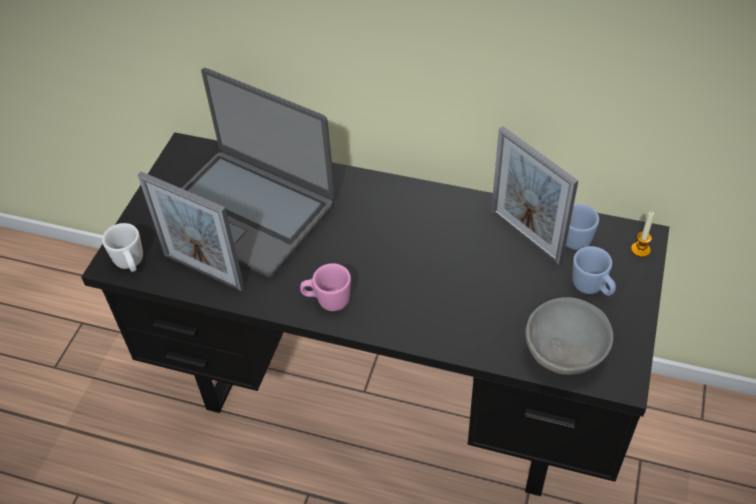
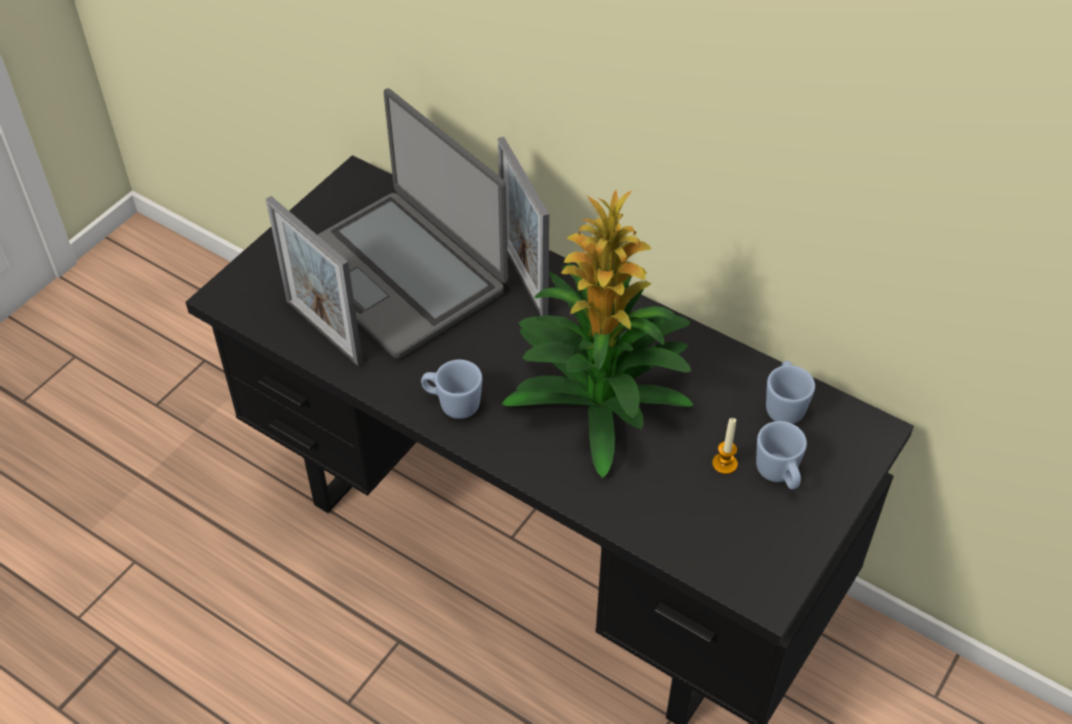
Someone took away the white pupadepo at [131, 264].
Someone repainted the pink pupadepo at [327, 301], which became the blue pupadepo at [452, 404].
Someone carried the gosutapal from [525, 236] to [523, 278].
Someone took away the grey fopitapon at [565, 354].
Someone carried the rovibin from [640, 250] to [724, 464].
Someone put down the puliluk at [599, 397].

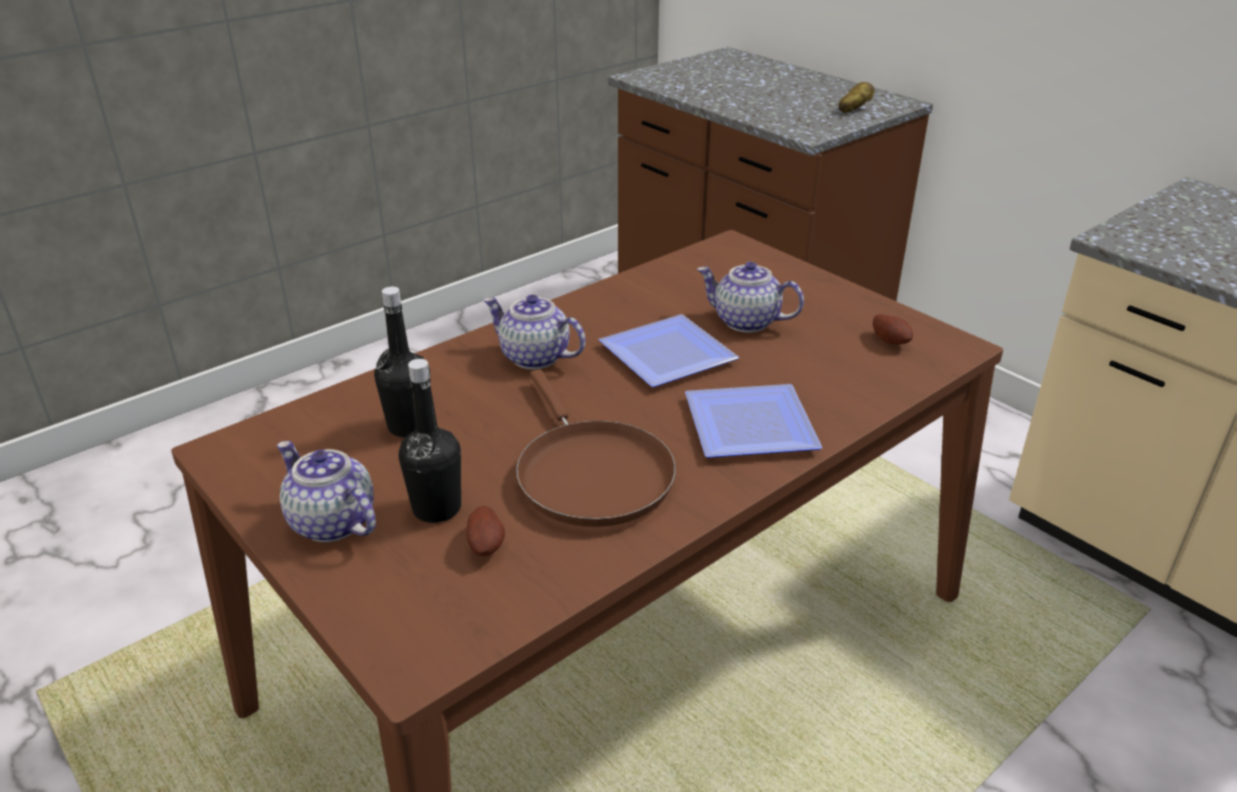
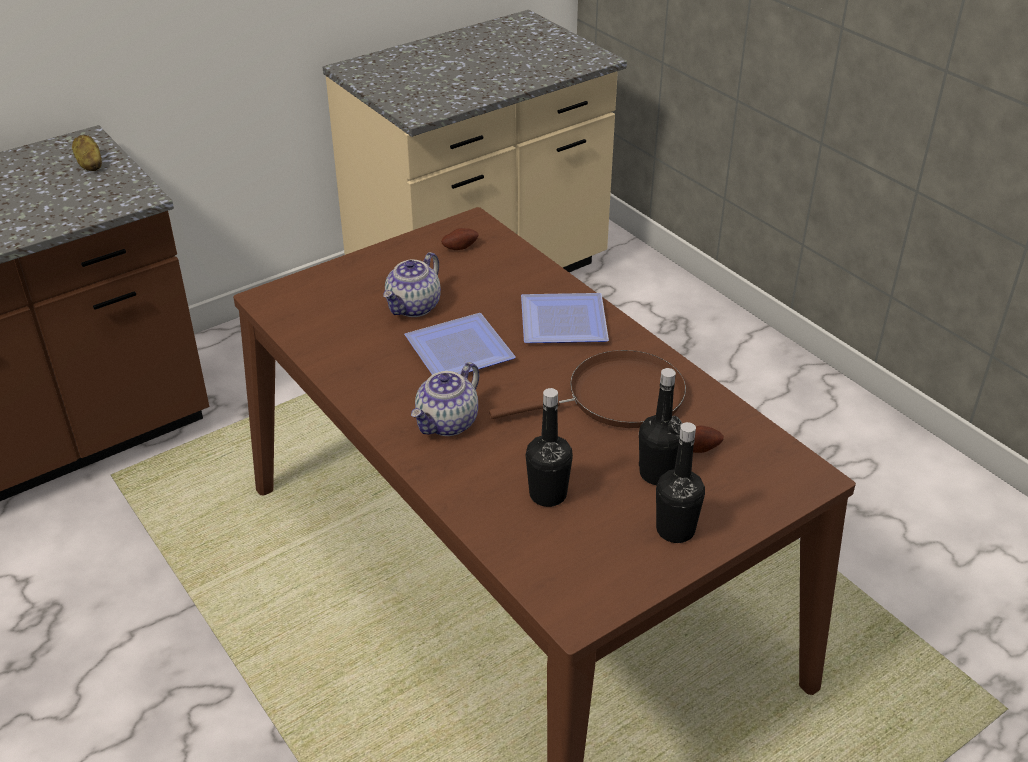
Someone swapped the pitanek at [331, 522] for the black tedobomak at [675, 530].

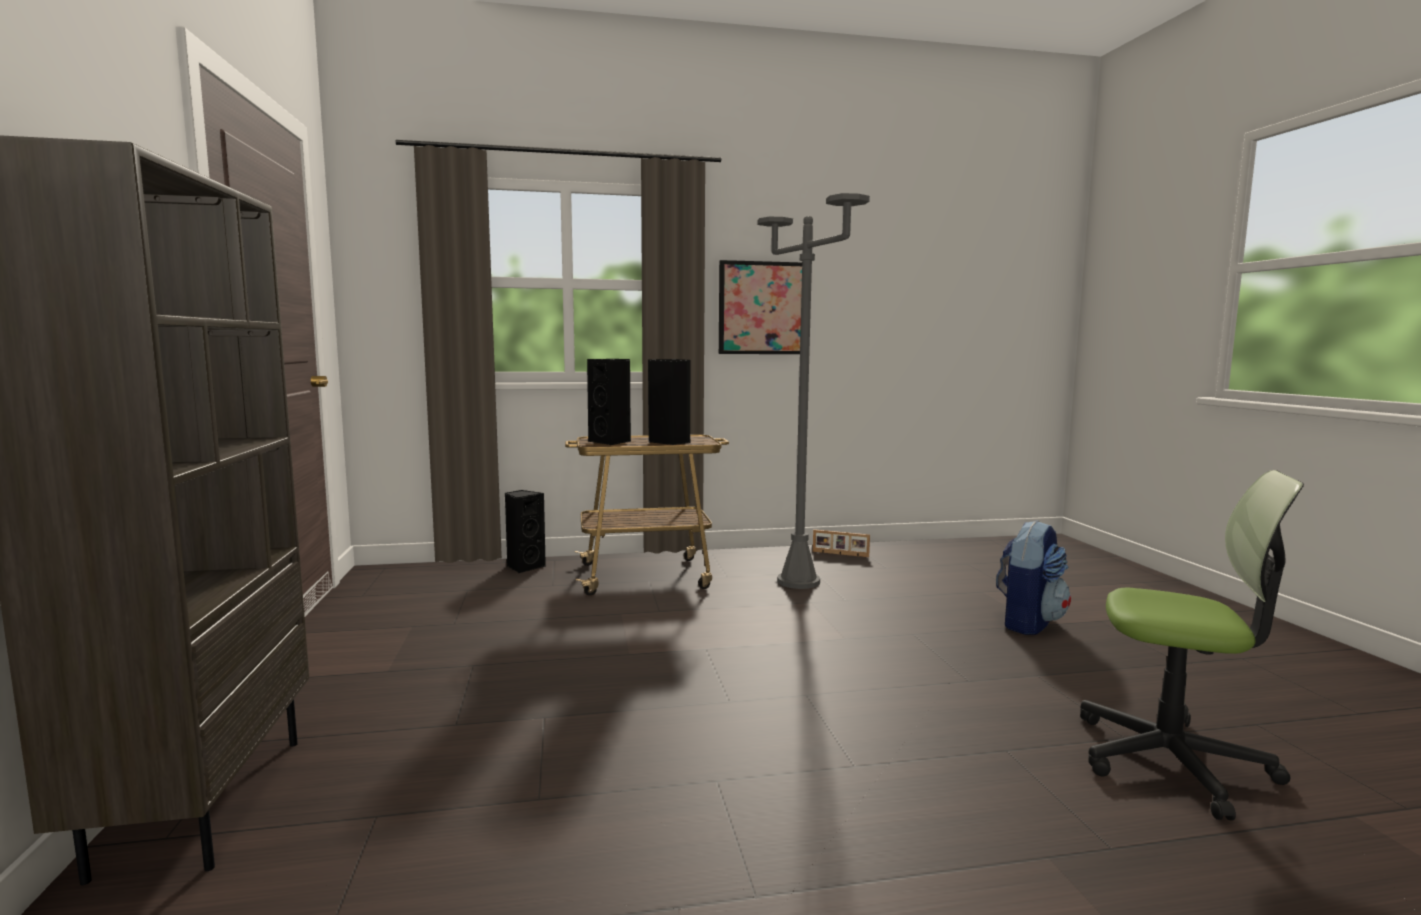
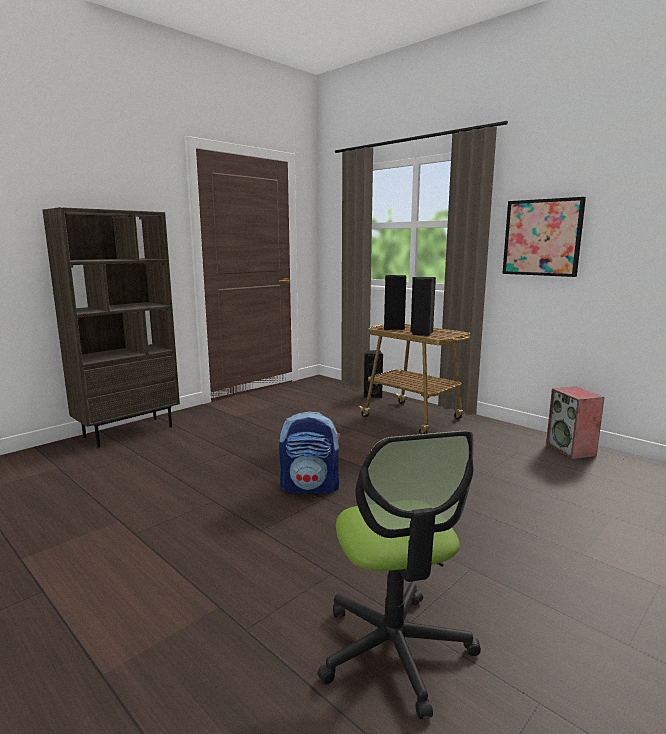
Someone took away the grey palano at [798, 582].
Someone swapped the gosutapal at [840, 554] for the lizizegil at [571, 450].
Someone carried the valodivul from [1028, 622] to [310, 487].

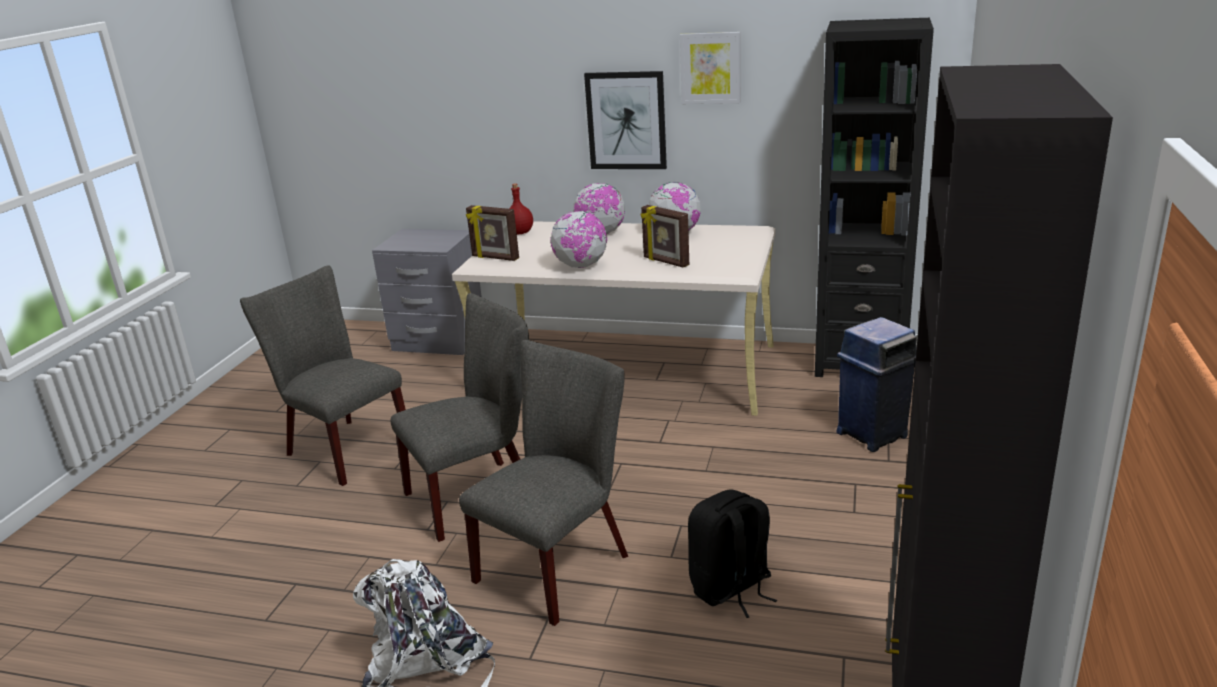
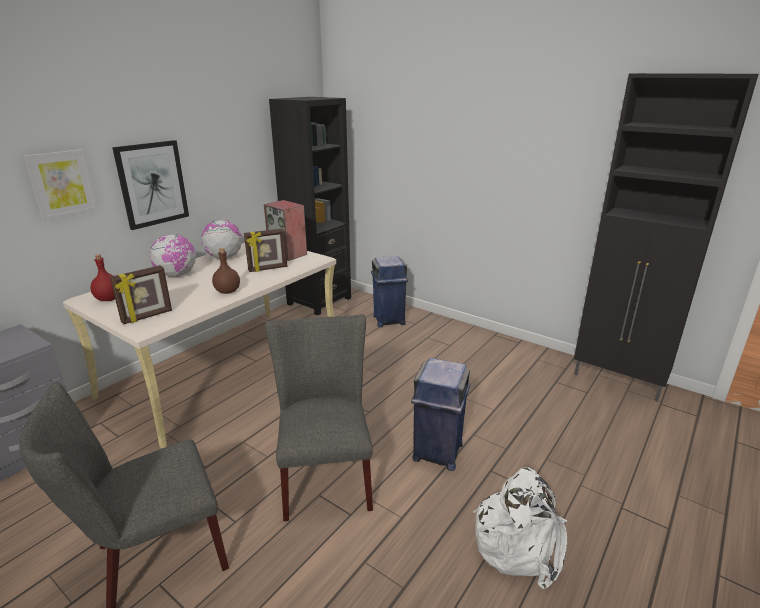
Someone swapped the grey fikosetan at [559, 563] for the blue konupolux at [437, 452].
Someone swapped the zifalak at [581, 266] for the brown tedobomak at [228, 291].
Someone carried the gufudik from [710, 68] to [61, 183].
Someone took away the black valodivul at [731, 589].
Someone put down the lizizegil at [288, 254].

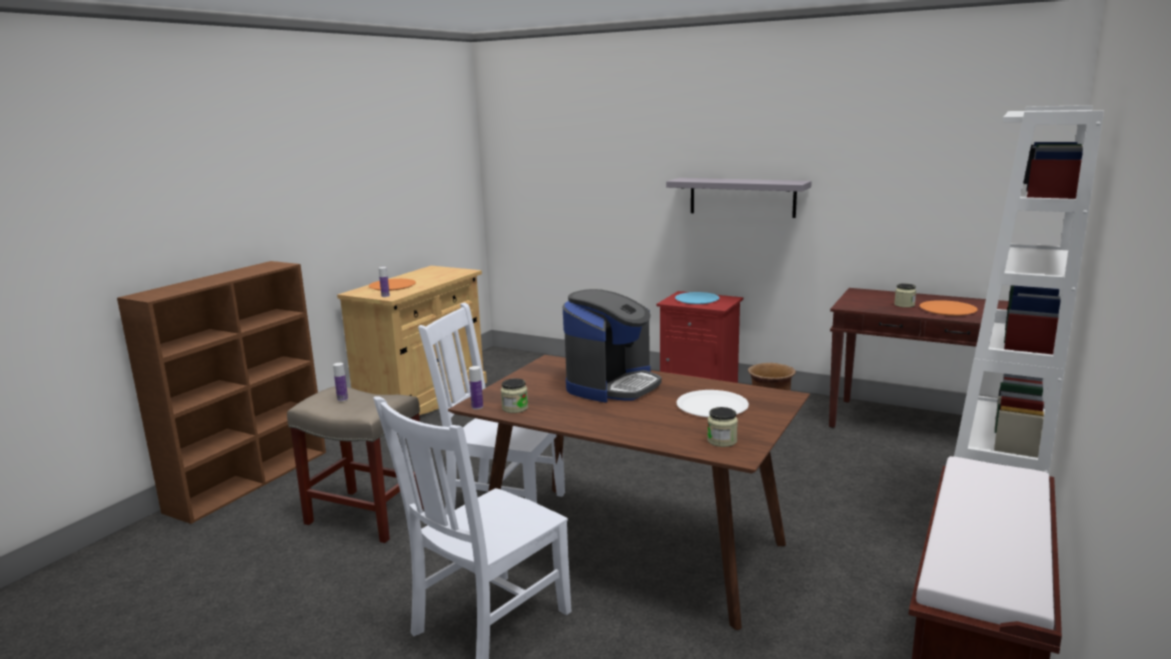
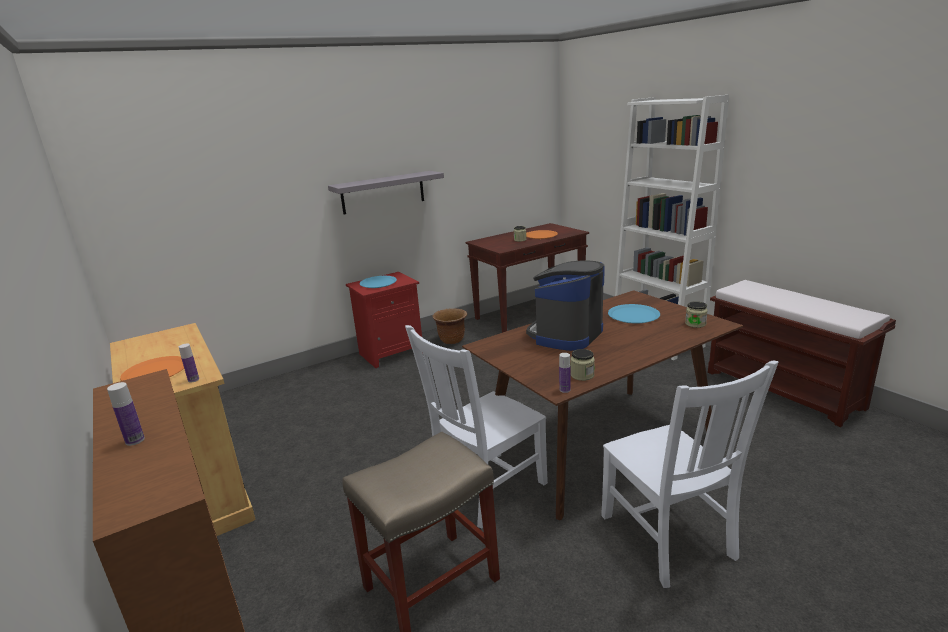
Someone carried the tedobomak from [342, 399] to [135, 440].
Someone rotated the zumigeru at [612, 385] by 120 degrees counterclockwise.
Someone repainted the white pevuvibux at [712, 405], which became the blue pevuvibux at [633, 315].

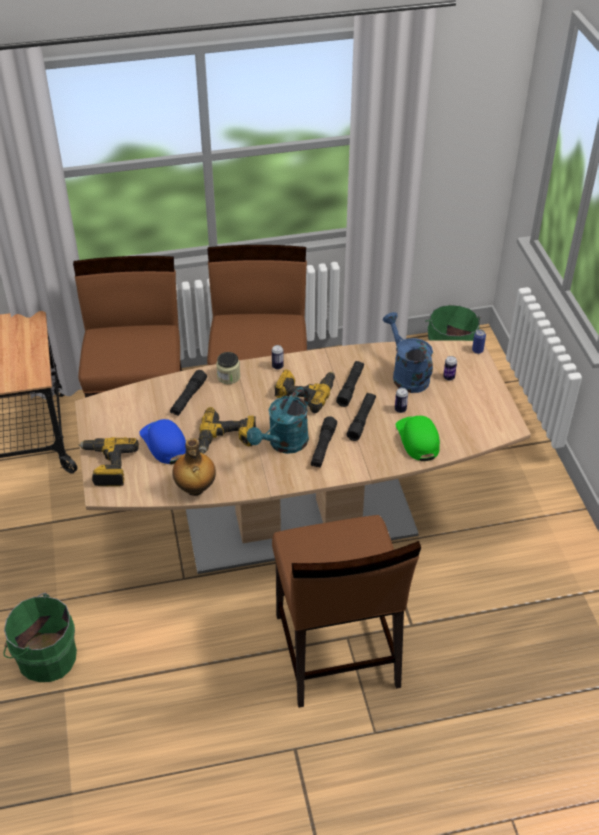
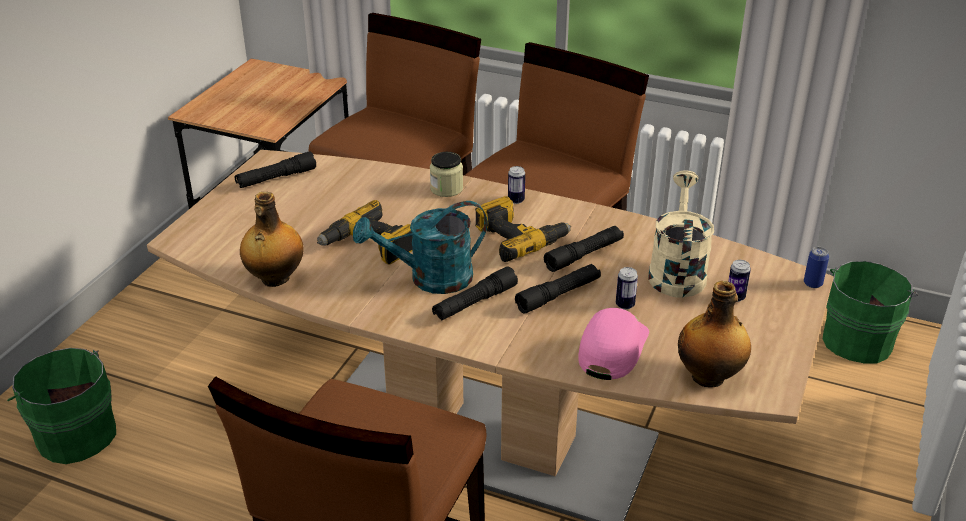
Someone took away the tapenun at [107, 466].
Someone took away the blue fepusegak at [164, 443].
Someone carried the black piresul from [188, 398] to [276, 178].
Someone repainted the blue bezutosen at [406, 374], which became the beige bezutosen at [676, 271].
Someone repainted the green fepusegak at [417, 439], which became the pink fepusegak at [612, 348].
Someone put down the tedobomak at [709, 377].

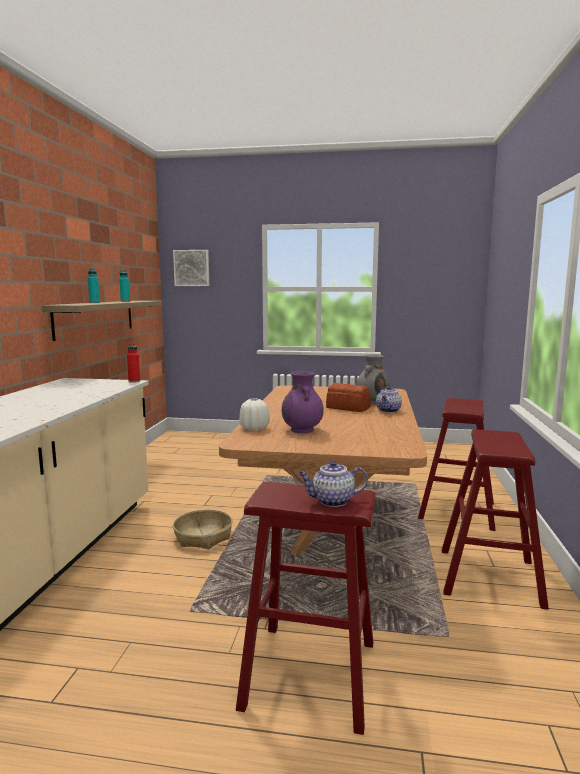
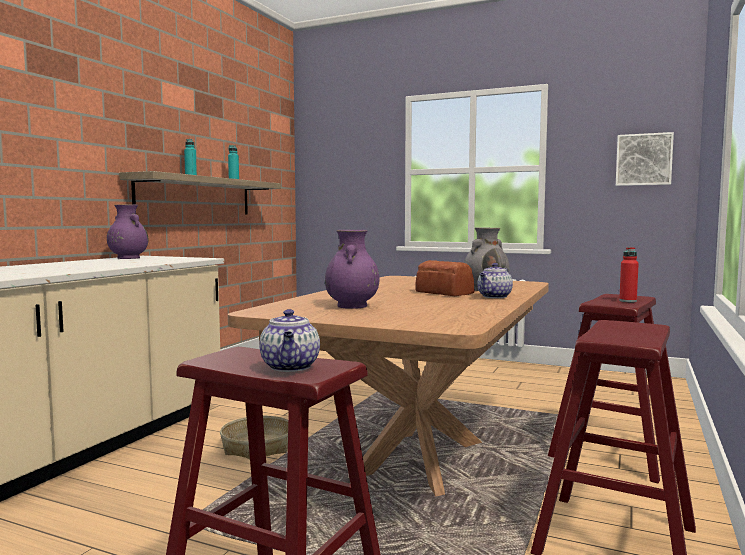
Someone carried the red tedobomak from [134, 381] to [628, 301].
Someone carried the gufudik from [192, 268] to [643, 159].
Someone took away the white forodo at [254, 428].
Someone rotated the pitanek at [332, 501] by 105 degrees counterclockwise.
Someone put down the purple forodo at [128, 258].

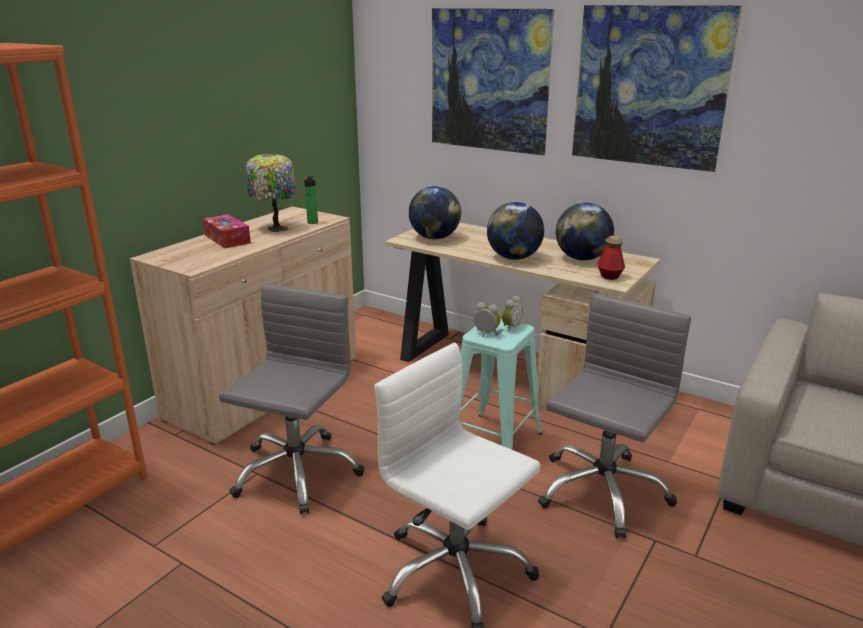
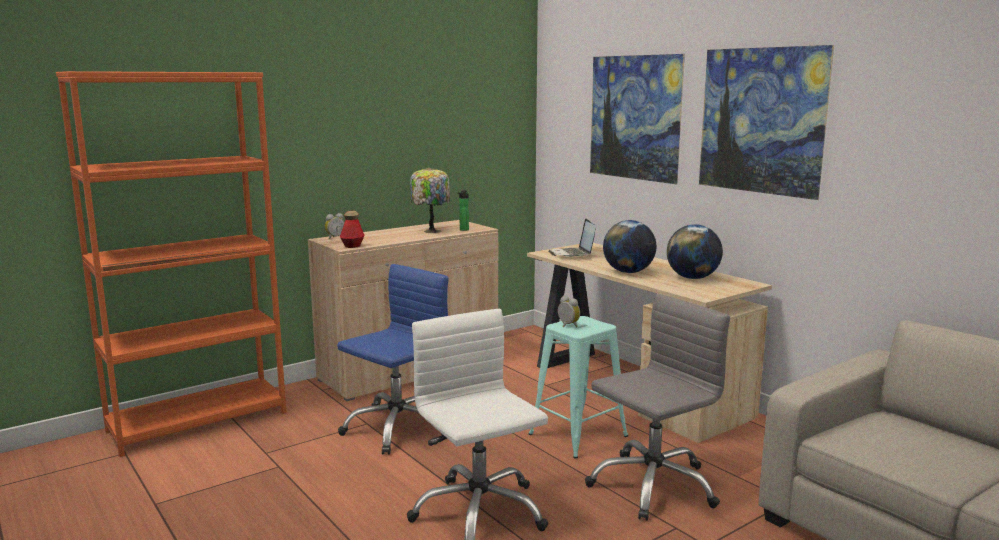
Someone took away the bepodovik at [227, 239].
Someone repainted the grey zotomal at [296, 472], which became the blue zotomal at [397, 428].
Someone swapped the zifalak at [434, 238] for the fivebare at [572, 254].
Someone carried the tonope from [510, 327] to [335, 238].
Someone carried the tedobomak from [609, 276] to [352, 246].

